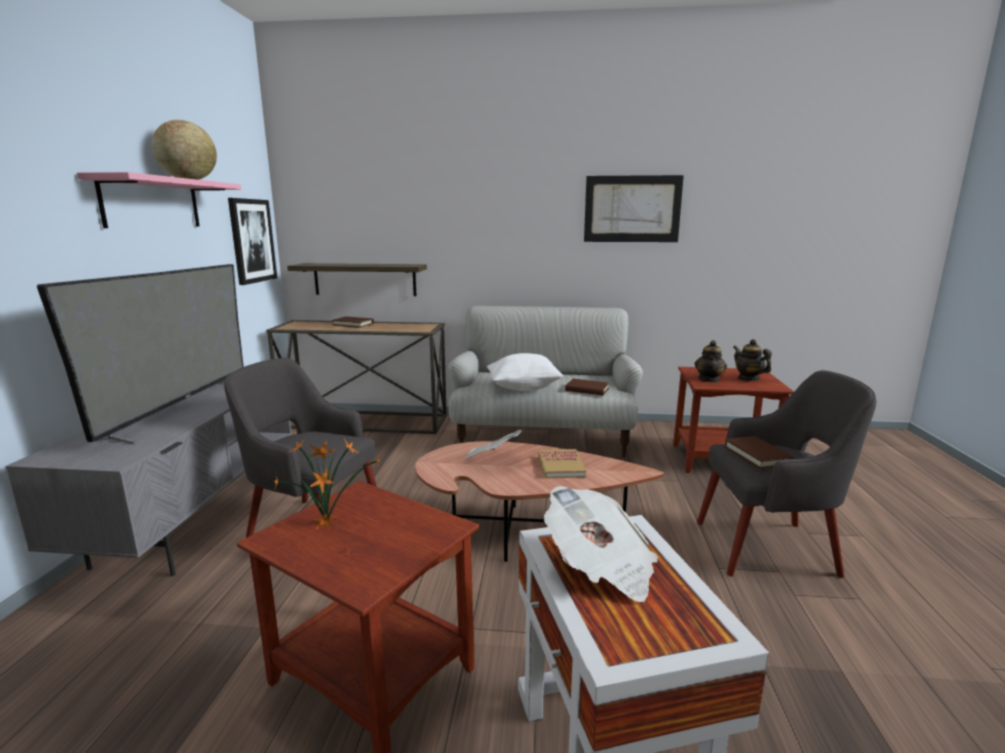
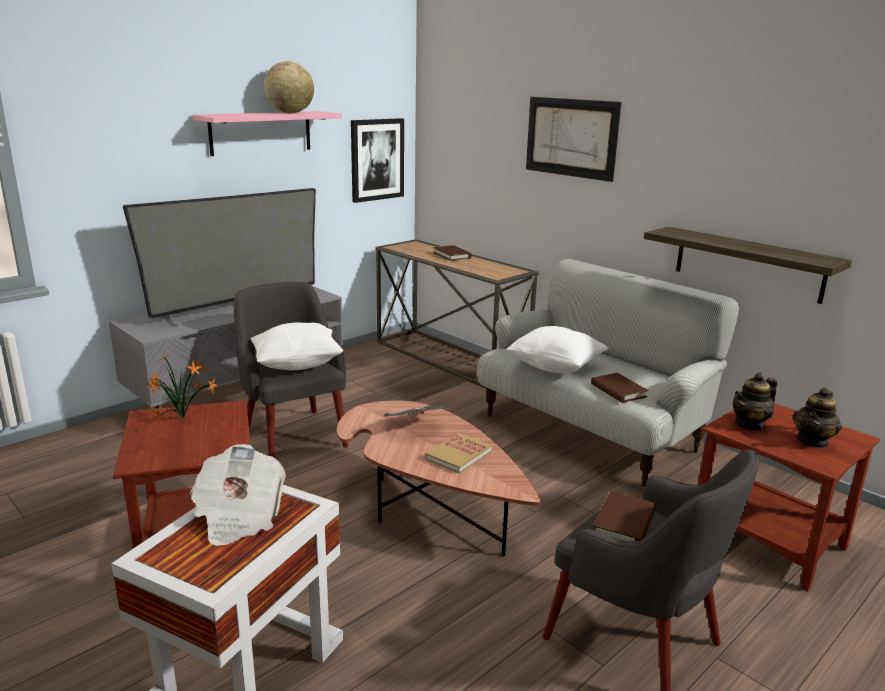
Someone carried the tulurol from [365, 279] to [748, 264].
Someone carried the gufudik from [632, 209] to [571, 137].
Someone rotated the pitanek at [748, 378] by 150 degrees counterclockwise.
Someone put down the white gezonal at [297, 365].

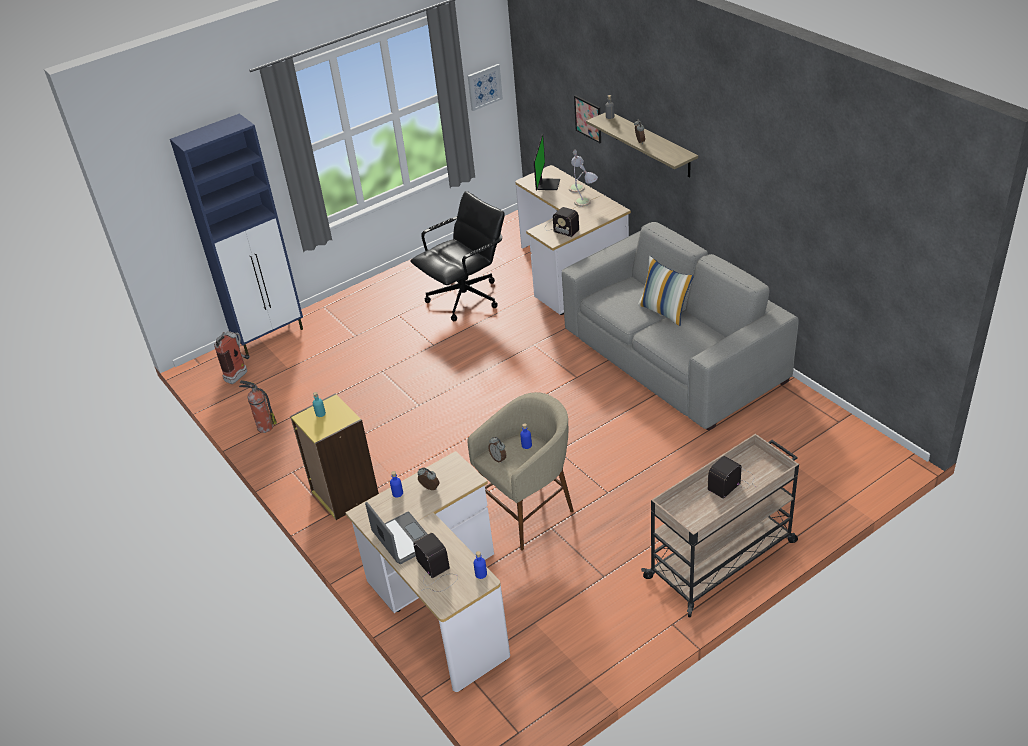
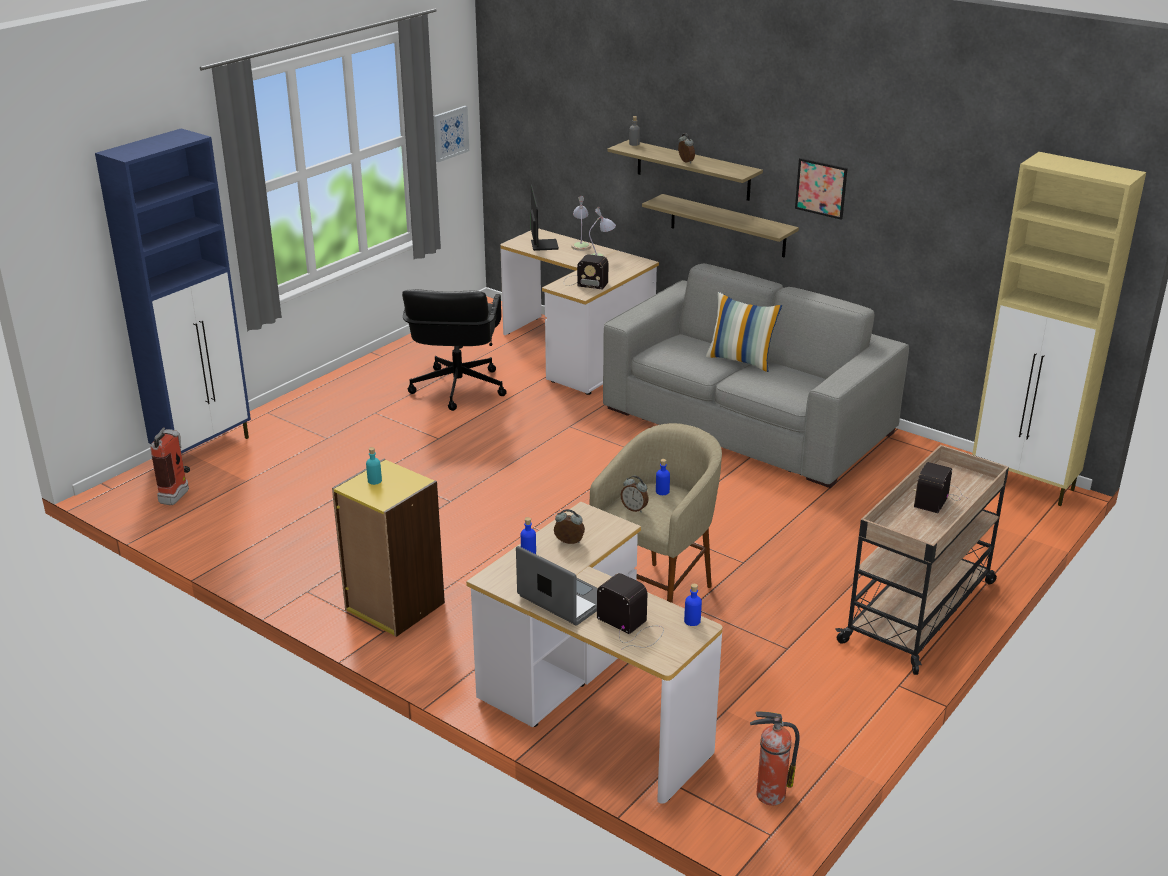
Someone carried the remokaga from [264, 427] to [769, 795].
Someone rotated the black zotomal at [465, 298] by 150 degrees clockwise.
Someone carried the gufudik from [588, 118] to [821, 188].
Someone put up the tulurol at [727, 226].
Someone put down the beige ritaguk at [1024, 484].

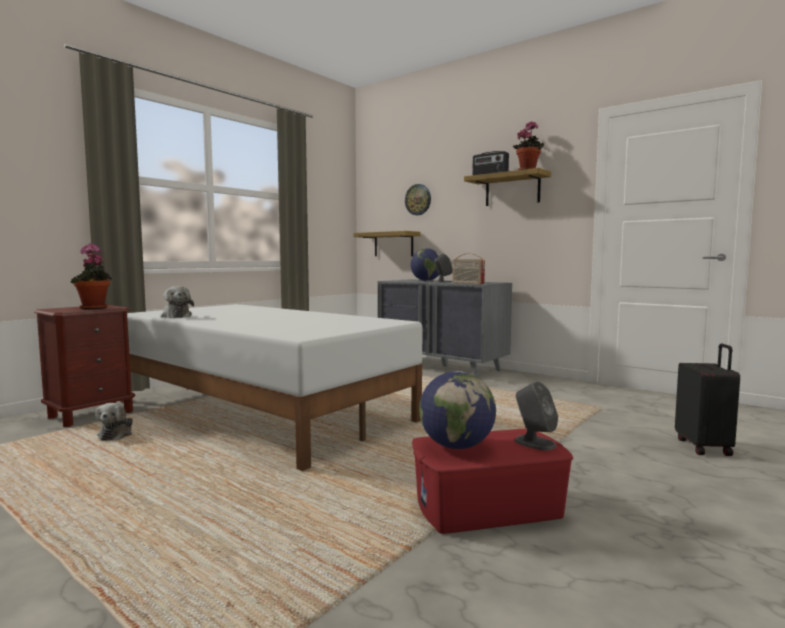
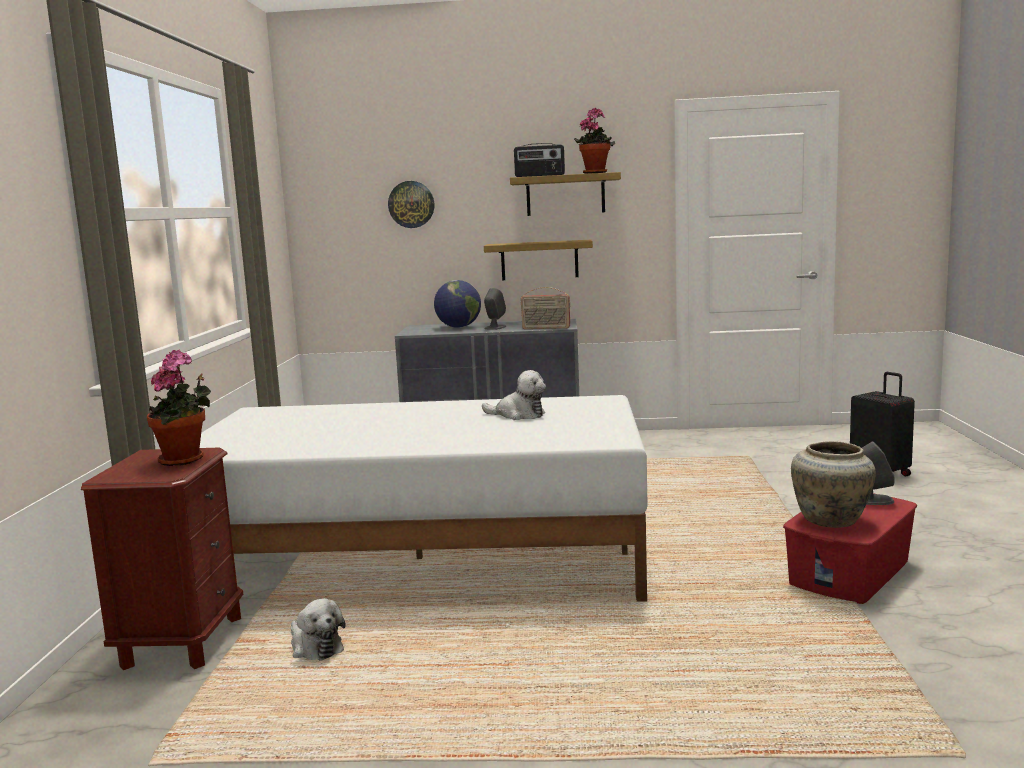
Someone carried the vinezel from [176, 316] to [518, 415].
Someone carried the tulurol from [393, 244] to [539, 260].
Someone swapped the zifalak at [456, 446] for the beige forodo at [832, 521].

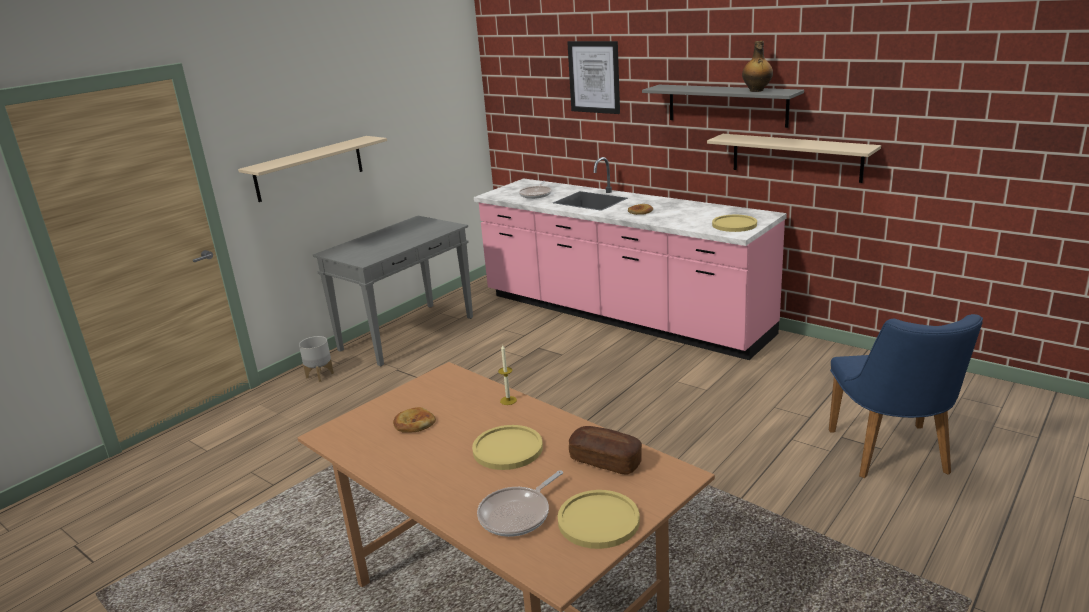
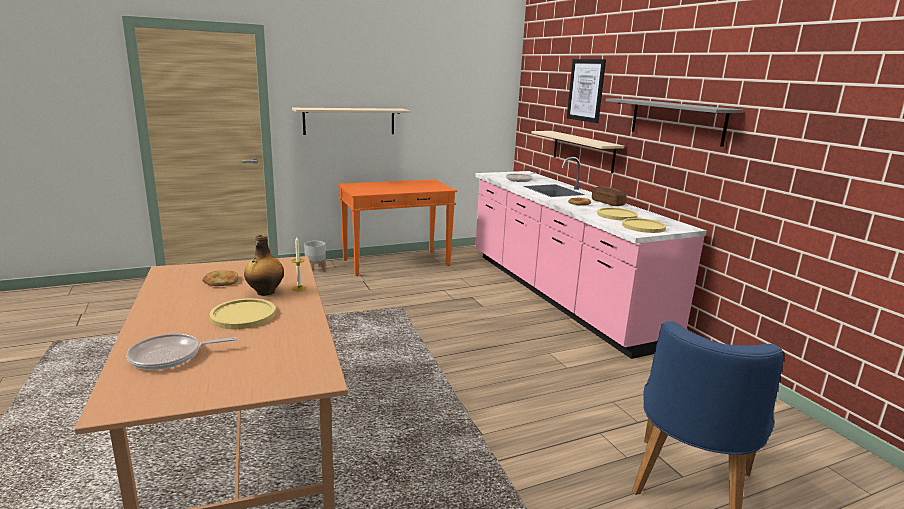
Someone repainted the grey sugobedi at [408, 333], which became the orange sugobedi at [397, 262].
Someone carried the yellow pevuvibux from [598, 520] to [617, 215].
Someone carried the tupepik from [605, 461] to [607, 203].
Someone carried the beige tulurol from [796, 157] to [583, 151].
Someone carried the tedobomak from [756, 91] to [265, 292].

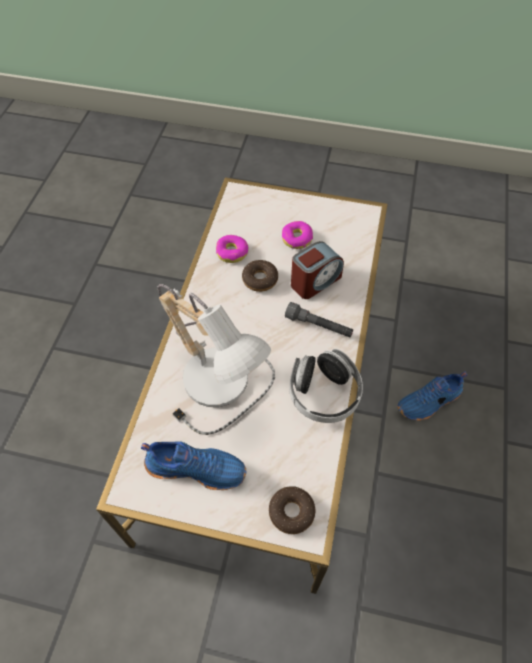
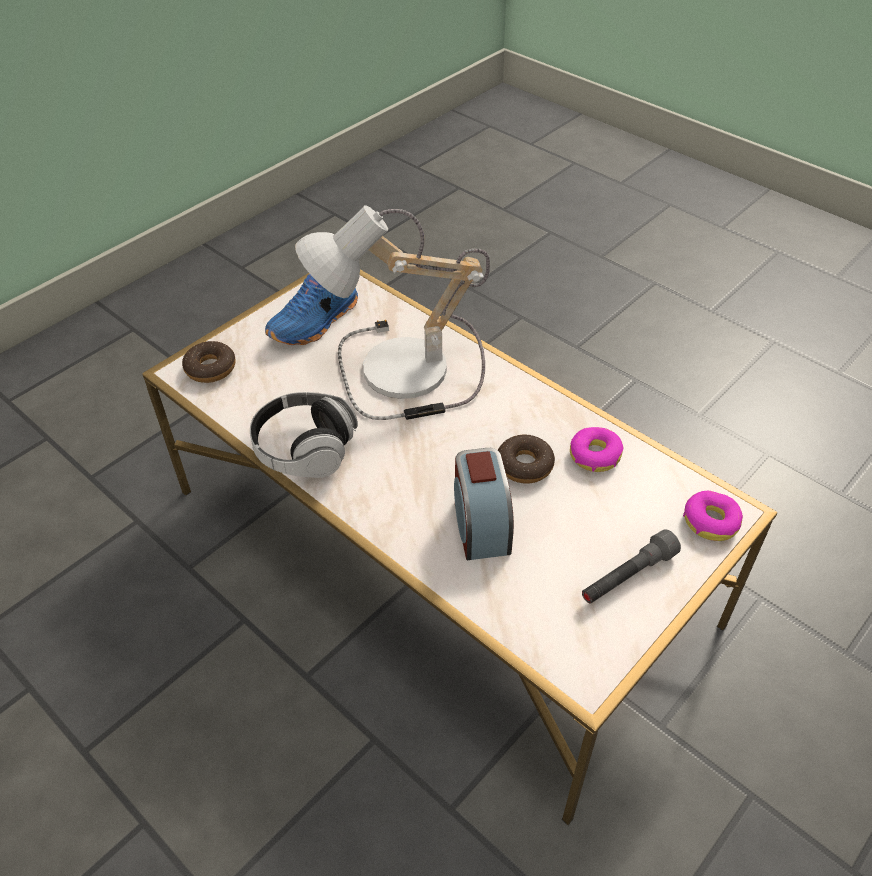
Someone carried the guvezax from [296, 239] to [710, 521].
Someone carried the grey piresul from [318, 326] to [627, 576].
Someone took away the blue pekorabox at [429, 402].

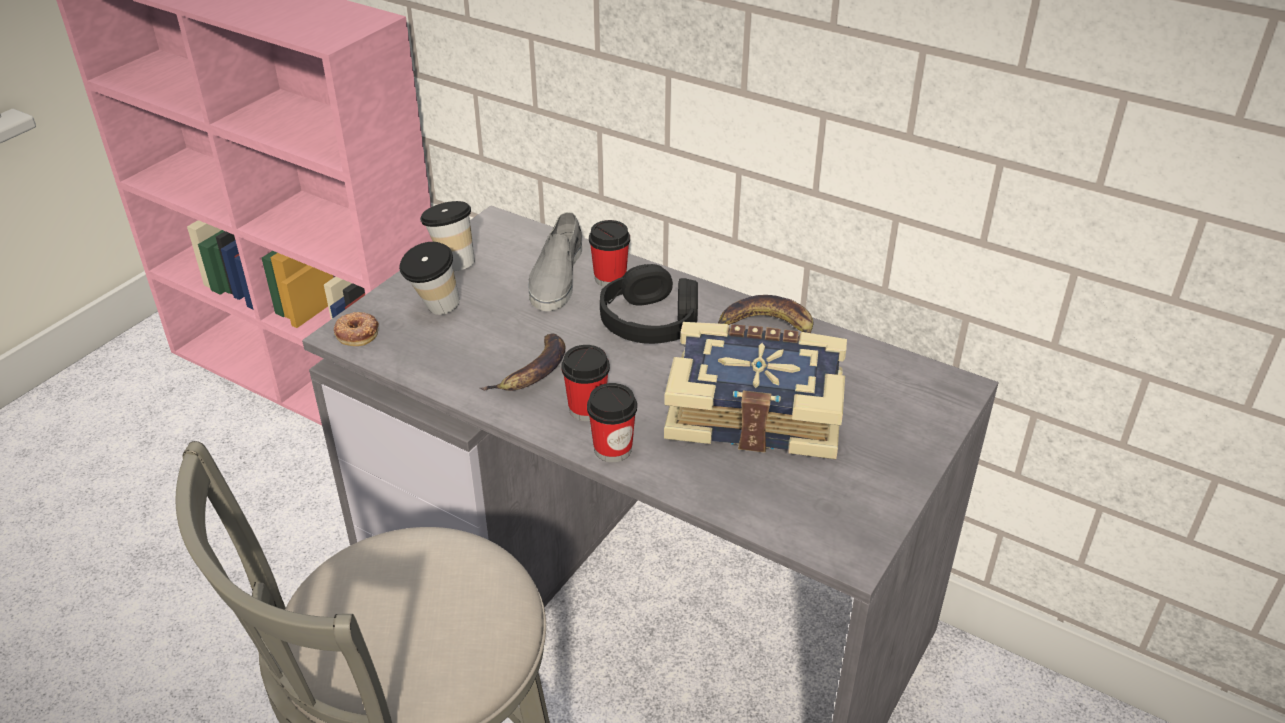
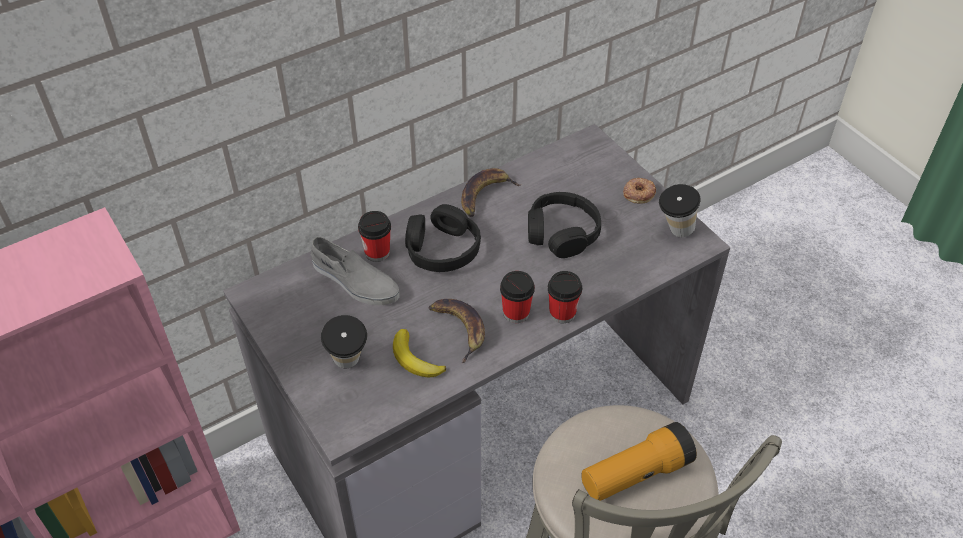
Someone carried the guvezax from [357, 333] to [638, 193].
Someone carried the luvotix from [452, 263] to [674, 231].
Someone swapped the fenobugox at [755, 409] for the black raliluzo at [562, 233].
Someone put down the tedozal at [415, 359].
Someone put down the piresul at [635, 474].

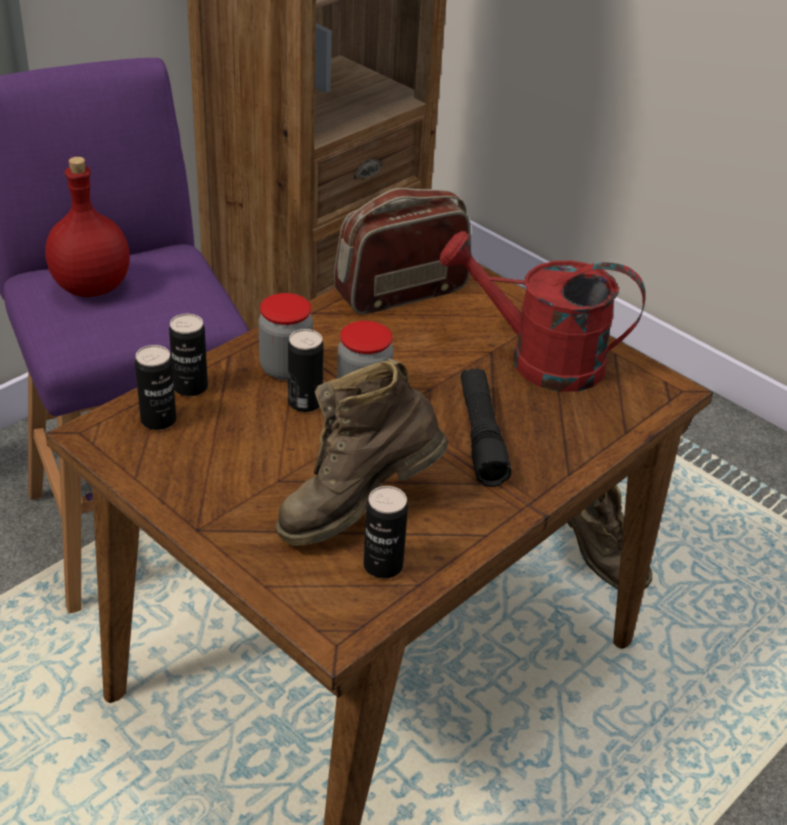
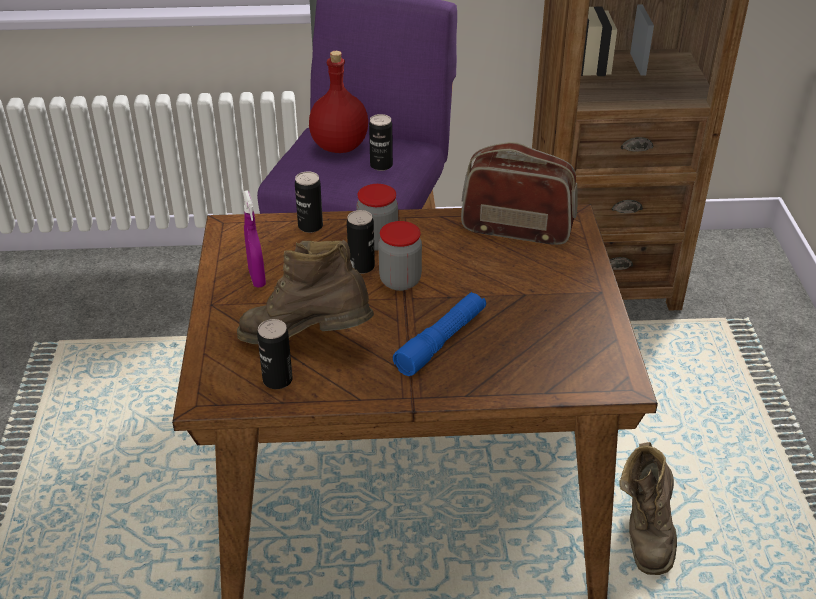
Someone carried the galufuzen from [158, 420] to [381, 165].
Someone took away the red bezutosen at [539, 360].
Someone repainted the black piresul at [481, 435], which became the blue piresul at [441, 341].
Someone put down the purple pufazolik at [257, 278].

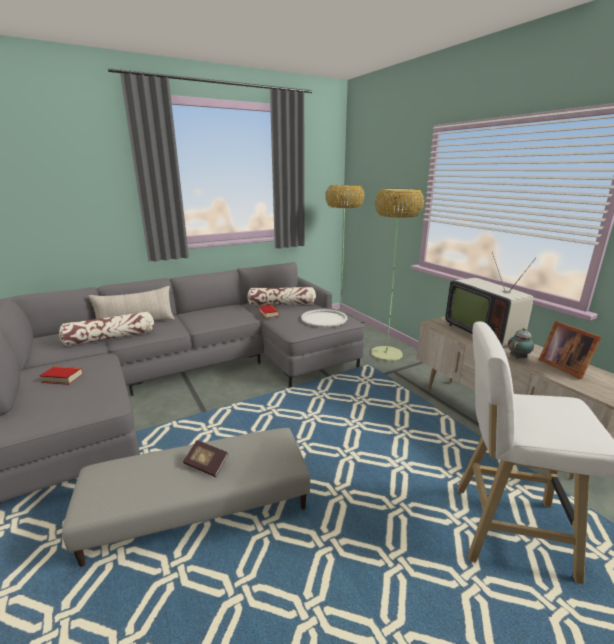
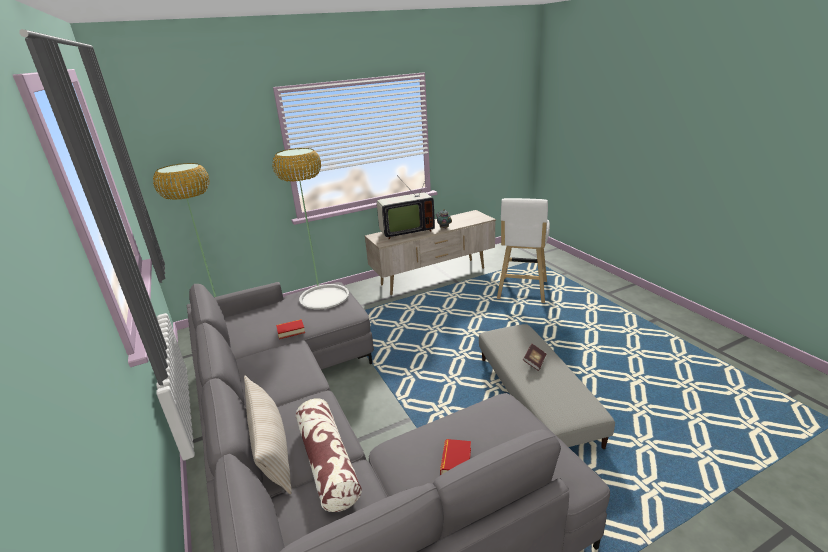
Someone took away the gezonal at [282, 304].
Someone took away the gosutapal at [563, 366].

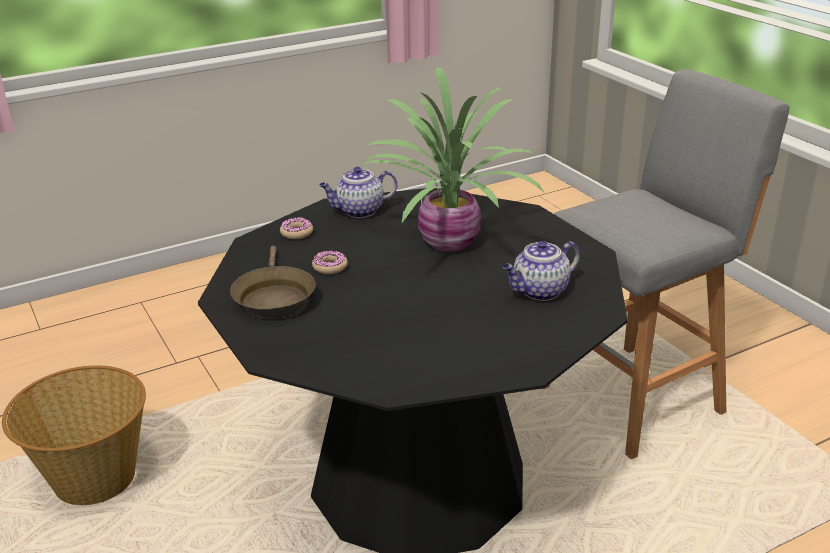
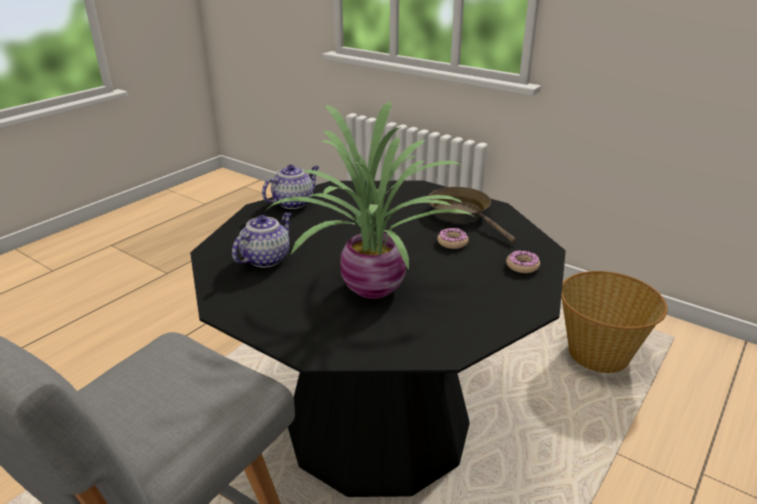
Someone carried the pitanek from [359, 211] to [293, 202].

